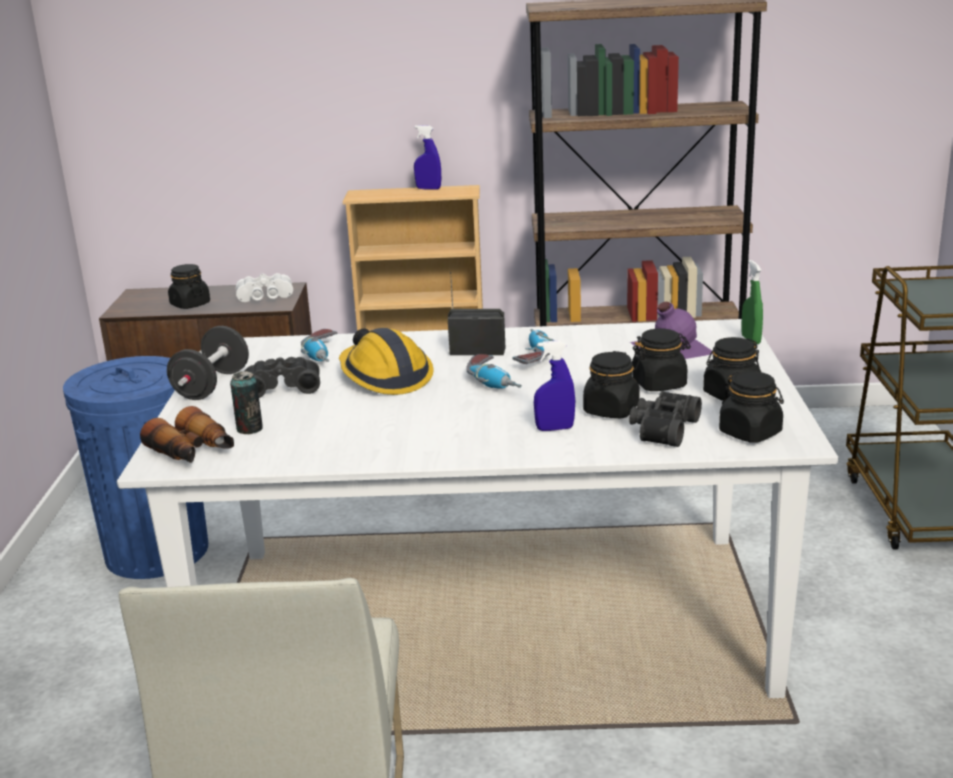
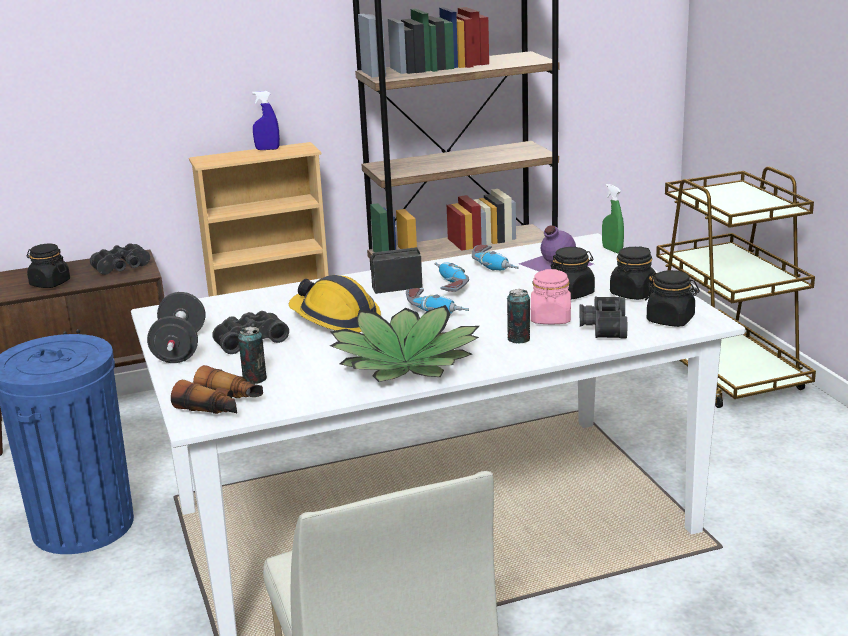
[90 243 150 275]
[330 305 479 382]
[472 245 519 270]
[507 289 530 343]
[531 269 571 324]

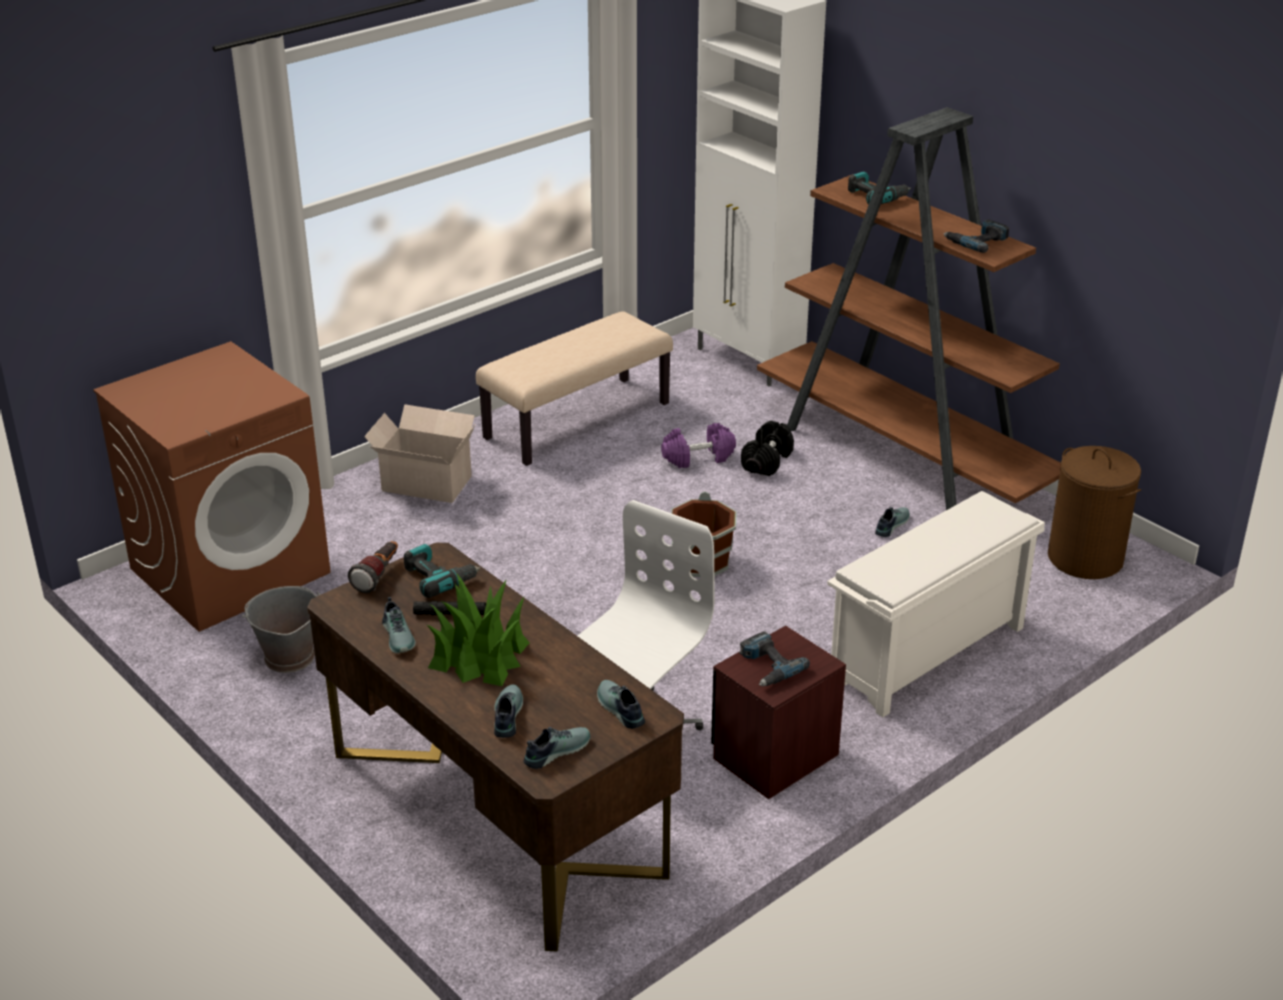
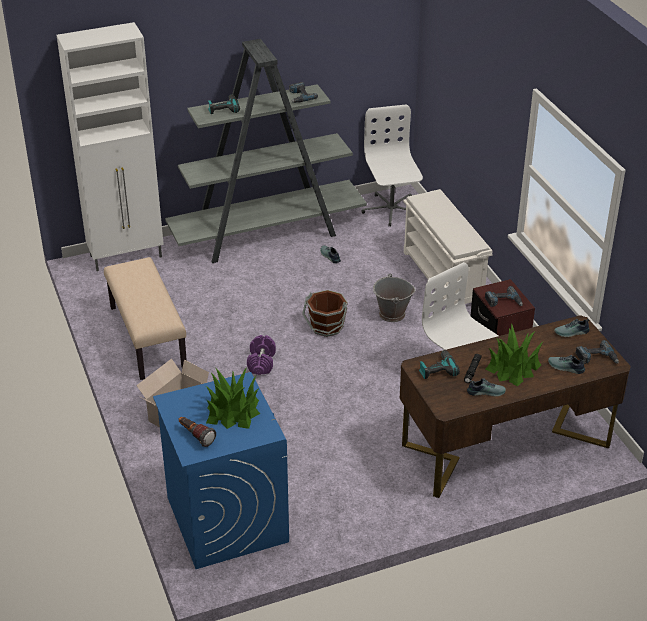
[153 372 289 569]
[165 39 367 263]
[178 417 216 447]
[206 367 260 429]
[247 335 276 375]
[362 104 423 227]
[373 273 416 322]
[576 340 619 364]
[741 420 794 476] (first image)

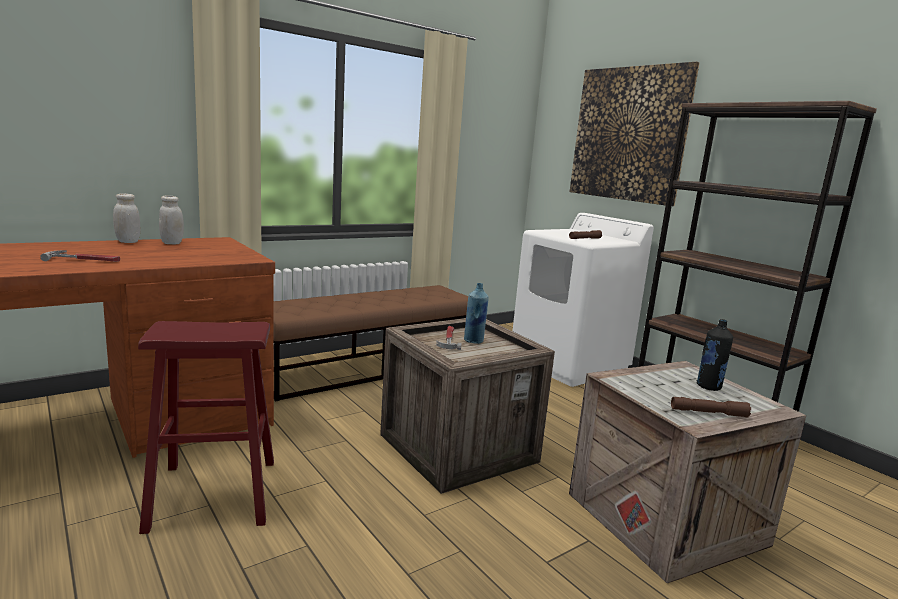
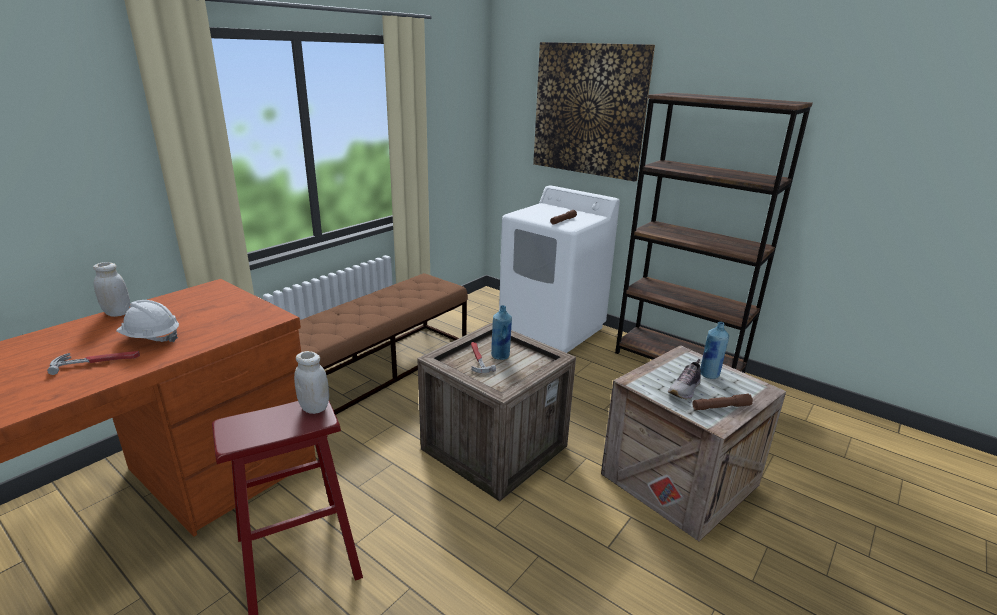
[116 300 179 342]
[294 351 329 414]
[668 359 701 400]
[700 322 729 379]

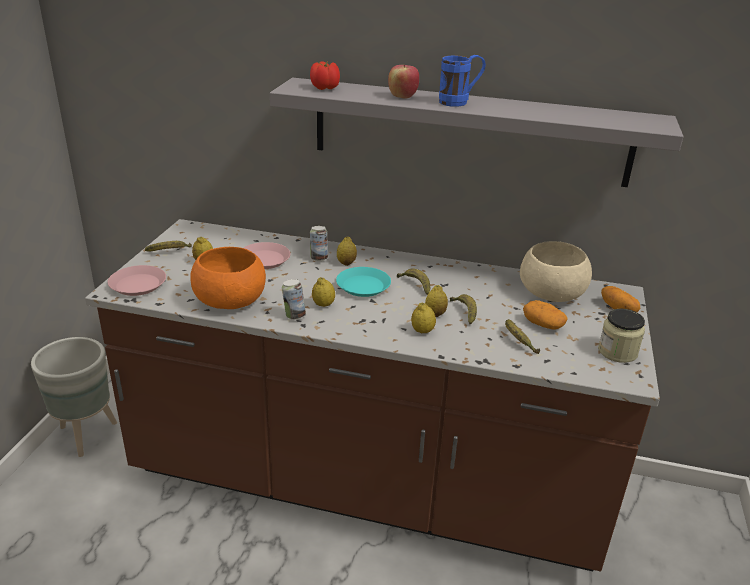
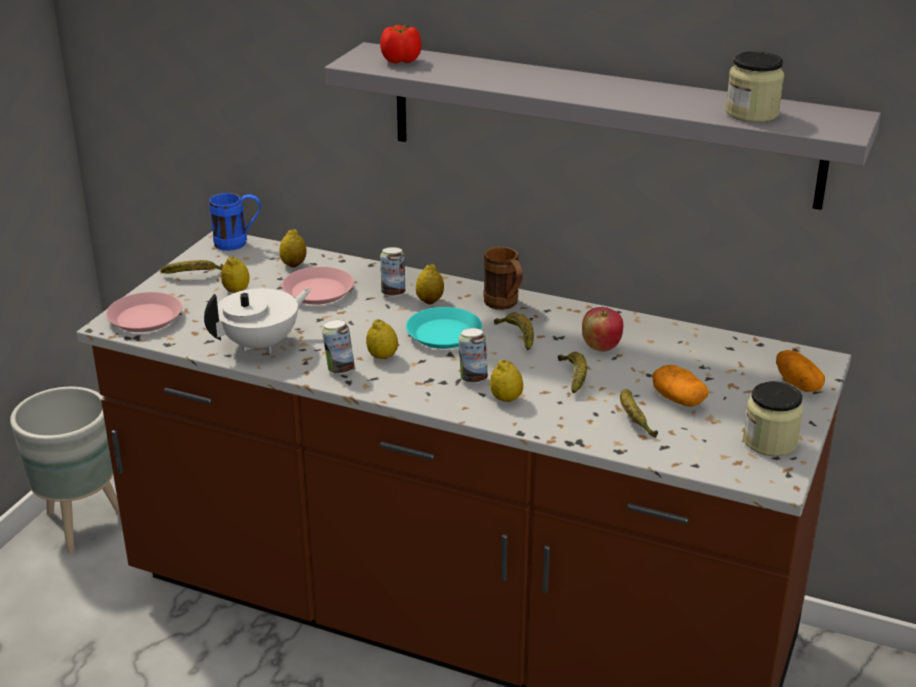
[204 288 311 354]
[209 193 261 251]
[279 229 306 268]
[459 328 488 384]
[484 246 523 310]
[582 307 623 352]
[725 51 785 122]
[520 241 592 302] (first image)

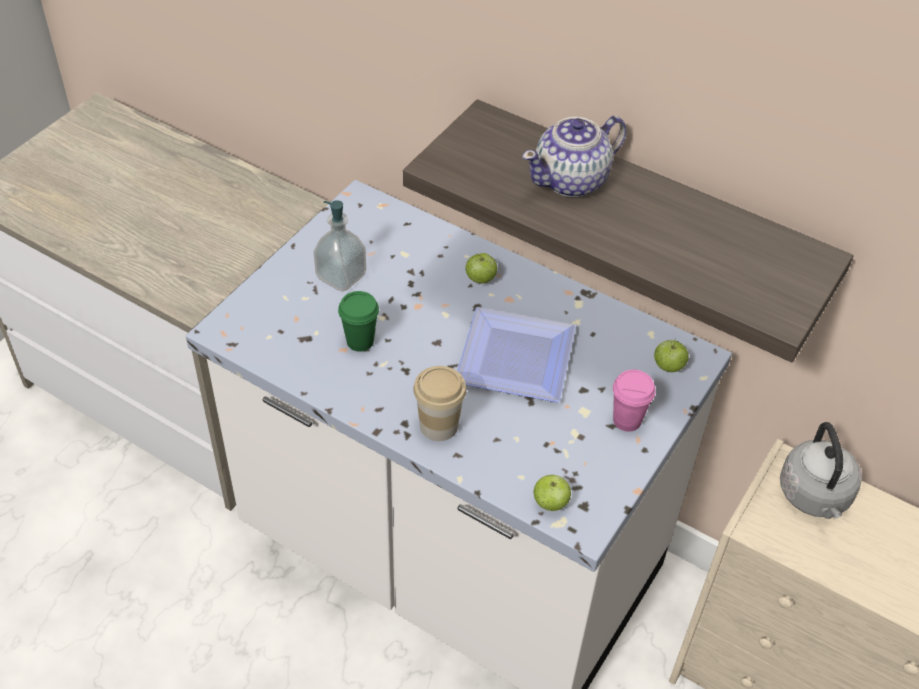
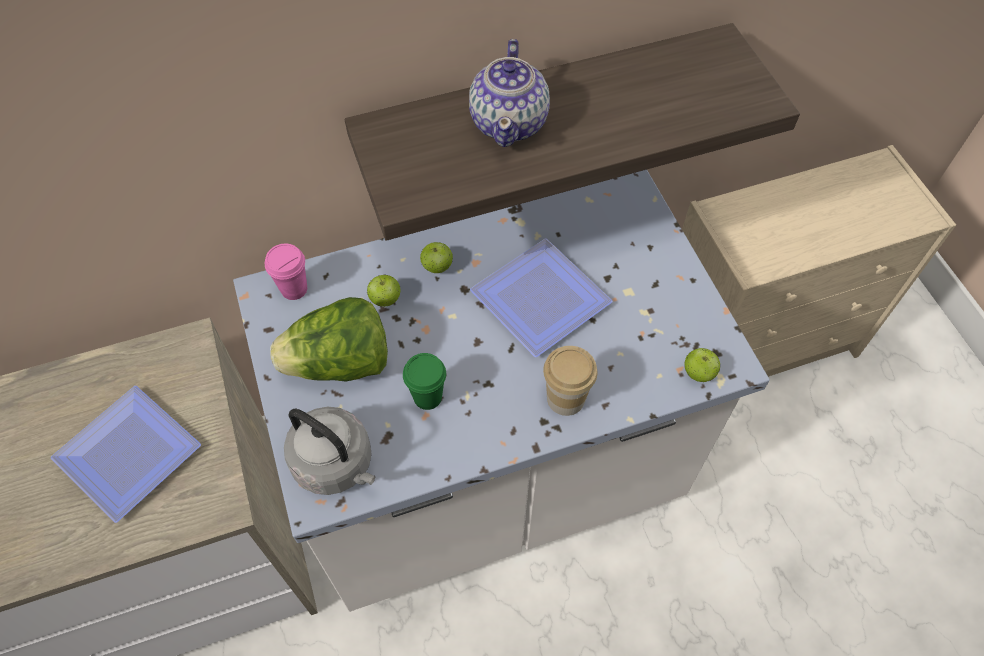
[51 386 201 523]
[265 243 307 300]
[270 297 388 382]
[284 407 375 495]
[367 275 400 307]

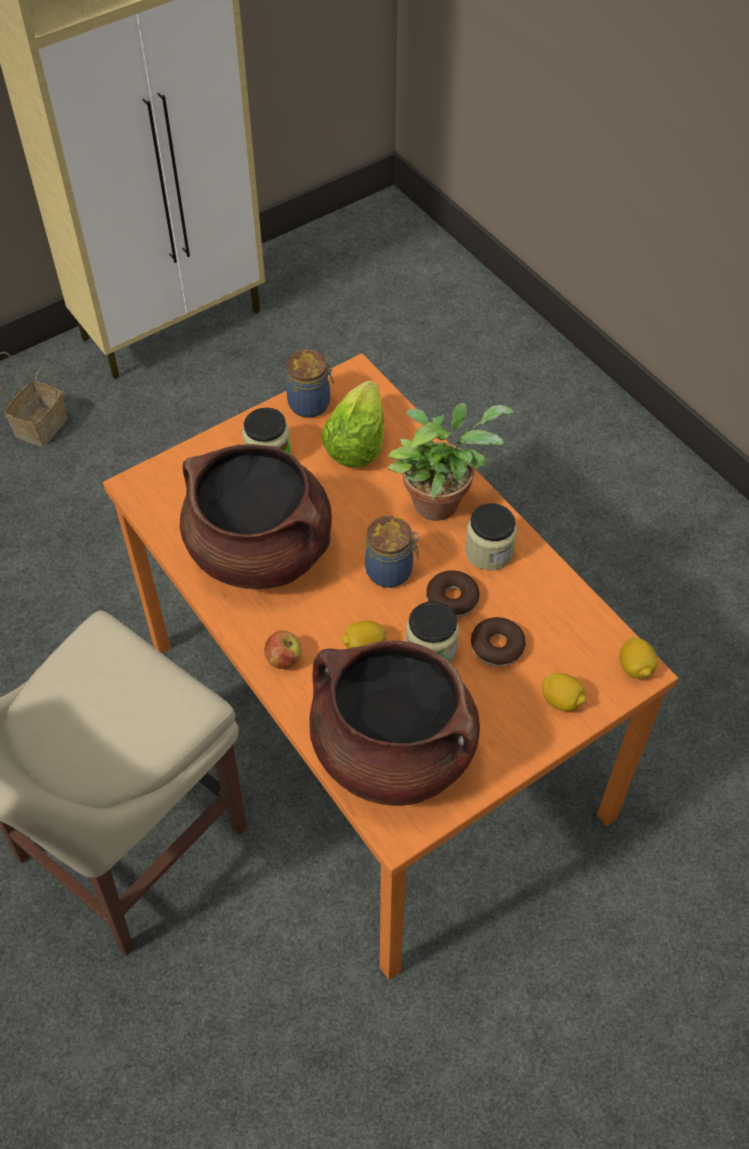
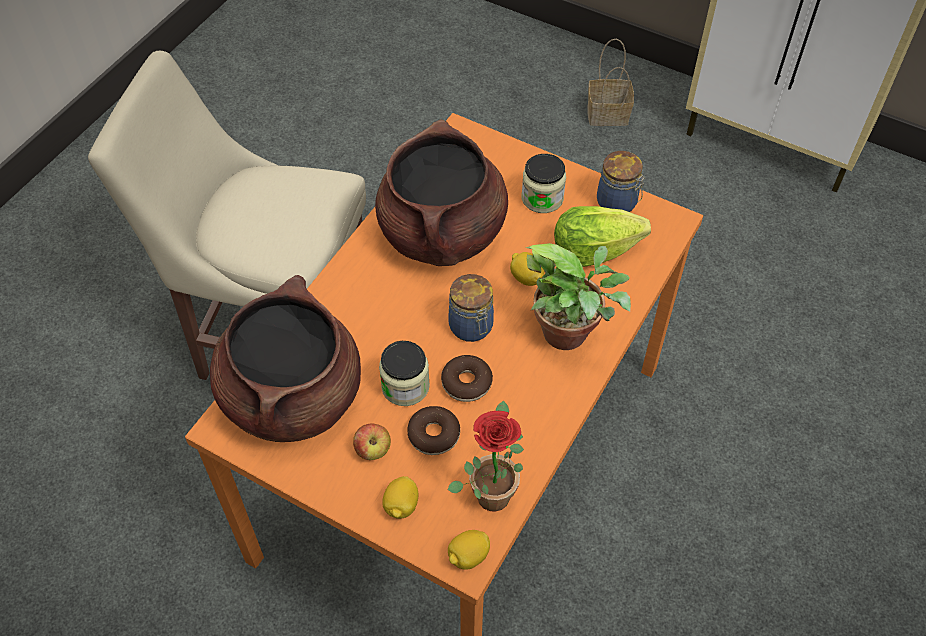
[353 423 391 460]
[447 400 524 512]
[510 252 545 286]
[465 503 517 570] (first image)

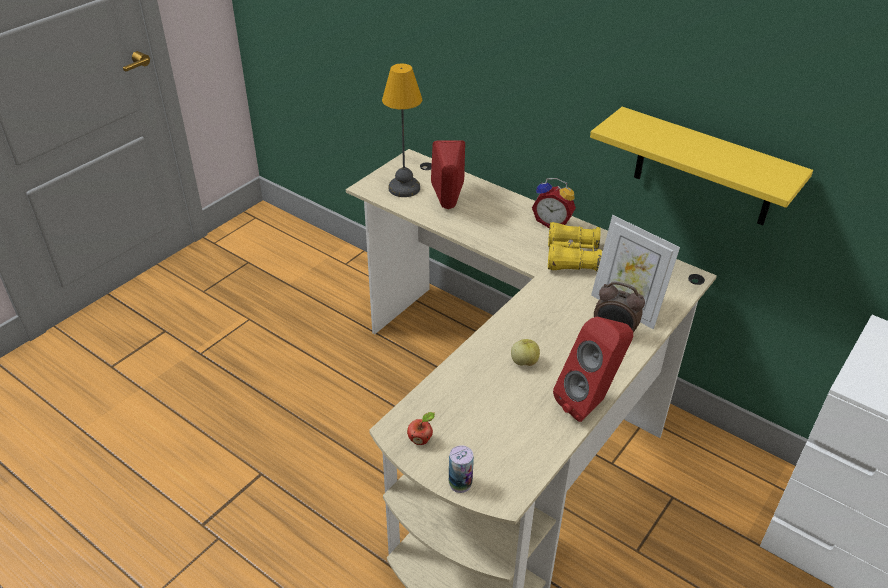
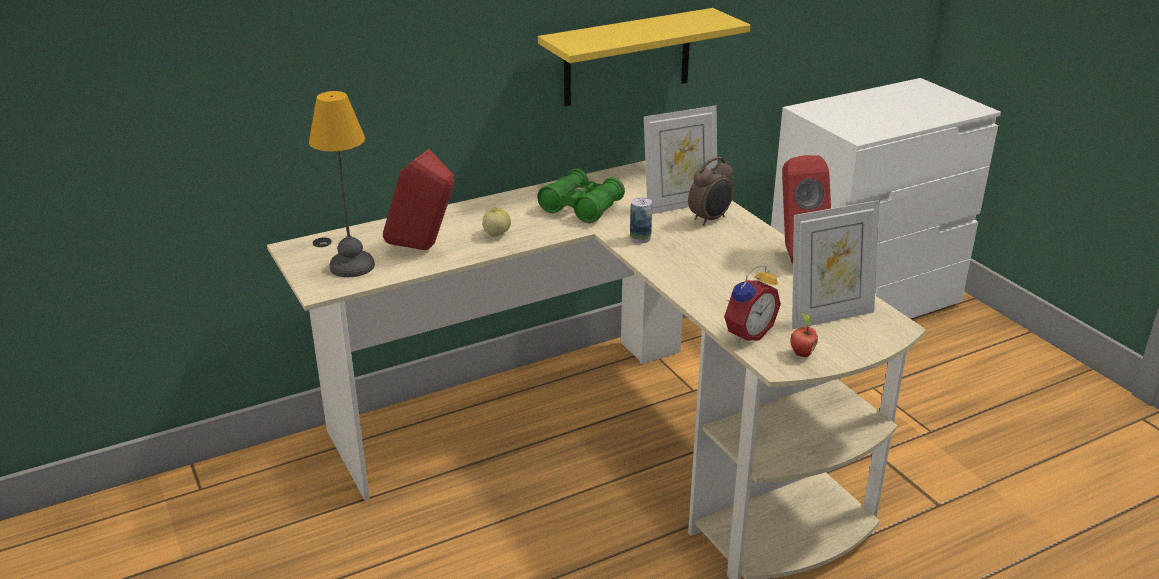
[482 208 511 237]
[537 168 625 223]
[630 197 652 244]
[724 265 781 343]
[792 200 879 329]

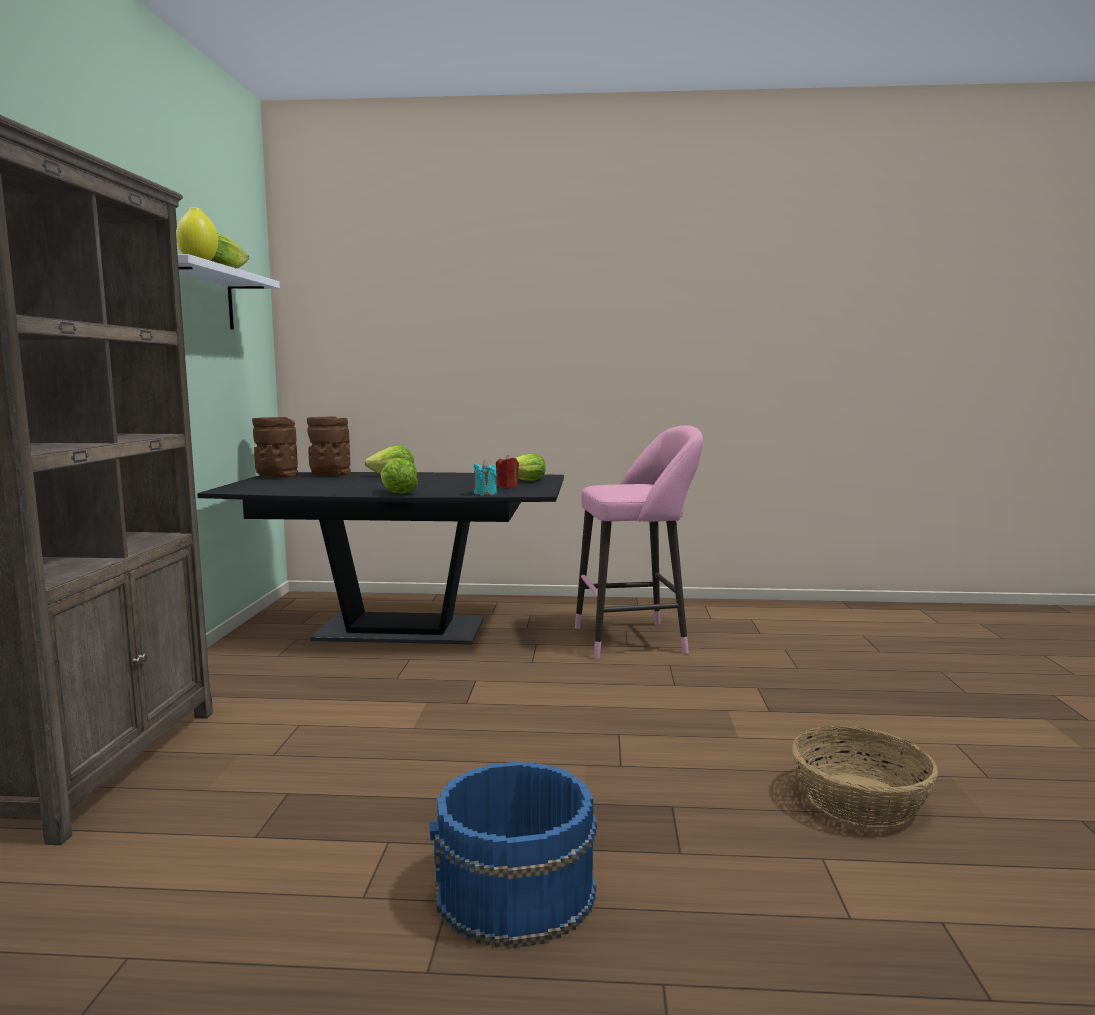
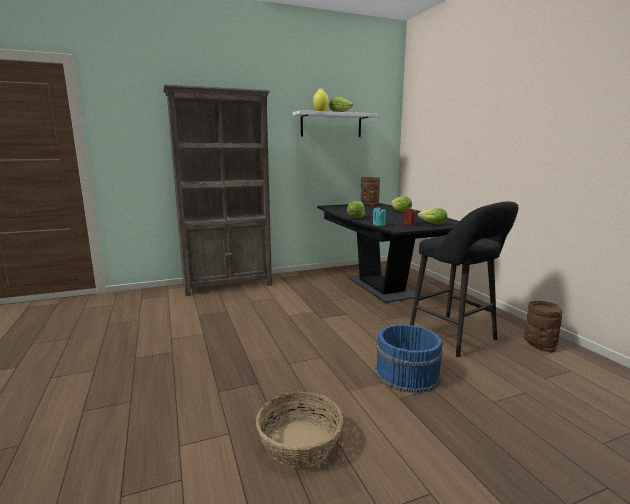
[375 324 443 393]
[410 201 518 357]
[524 301 562 353]

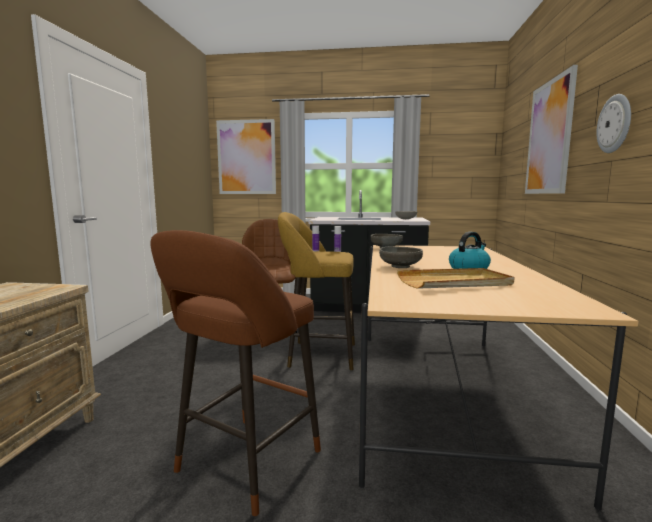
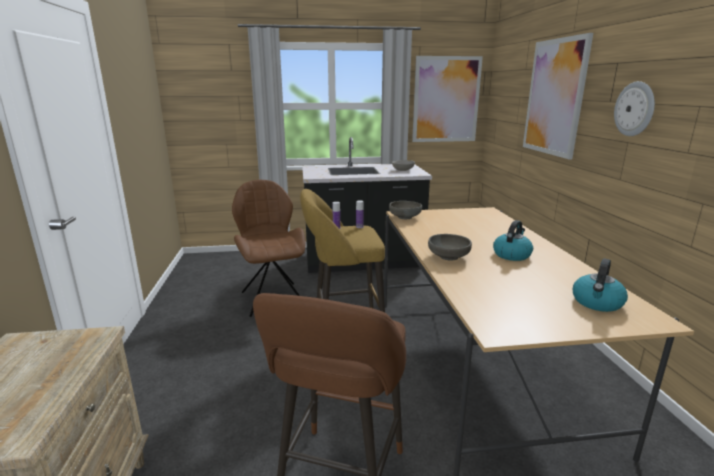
[412 56 483 142]
[573 259 628 312]
[397 268 515 289] (first image)

